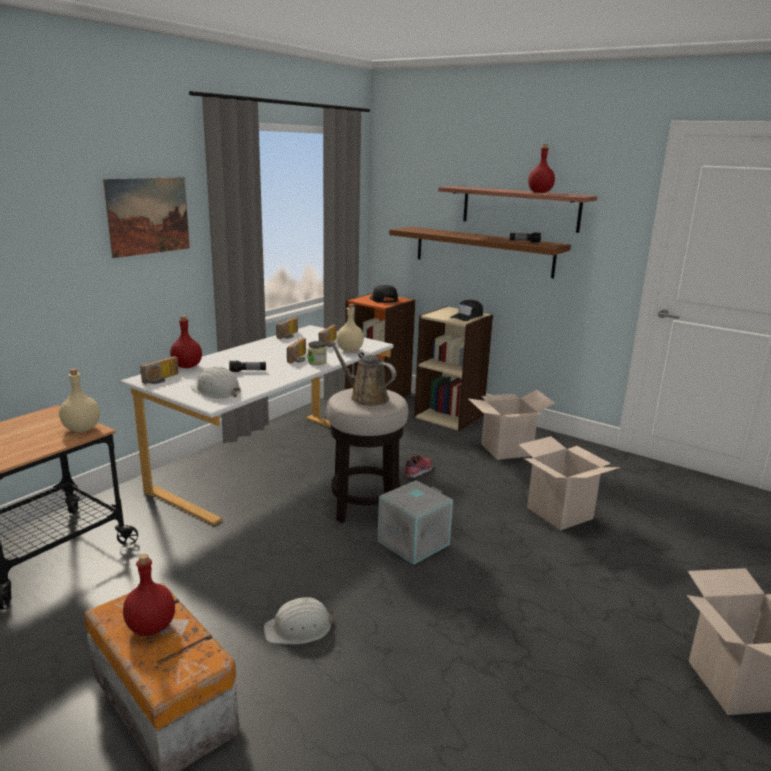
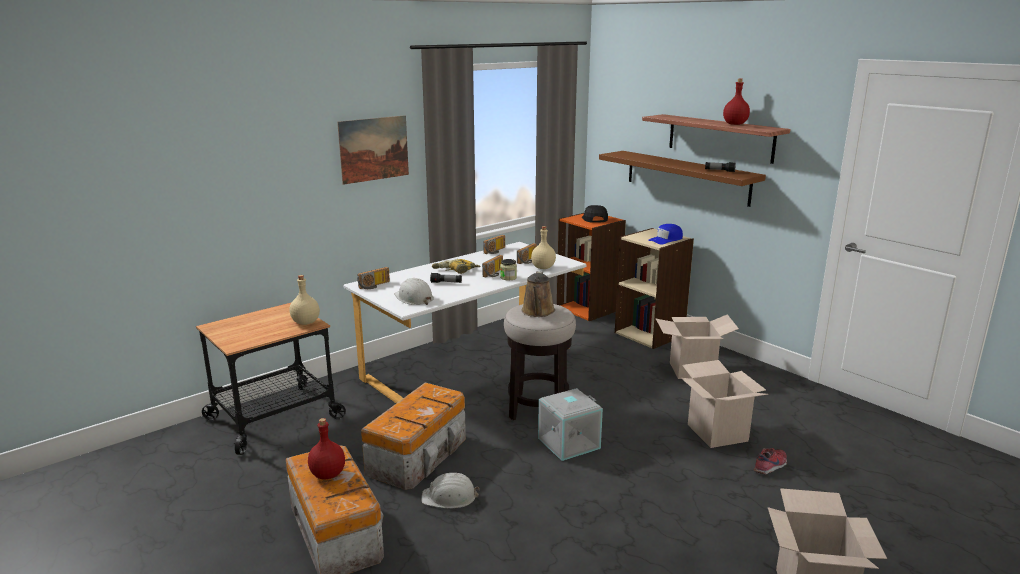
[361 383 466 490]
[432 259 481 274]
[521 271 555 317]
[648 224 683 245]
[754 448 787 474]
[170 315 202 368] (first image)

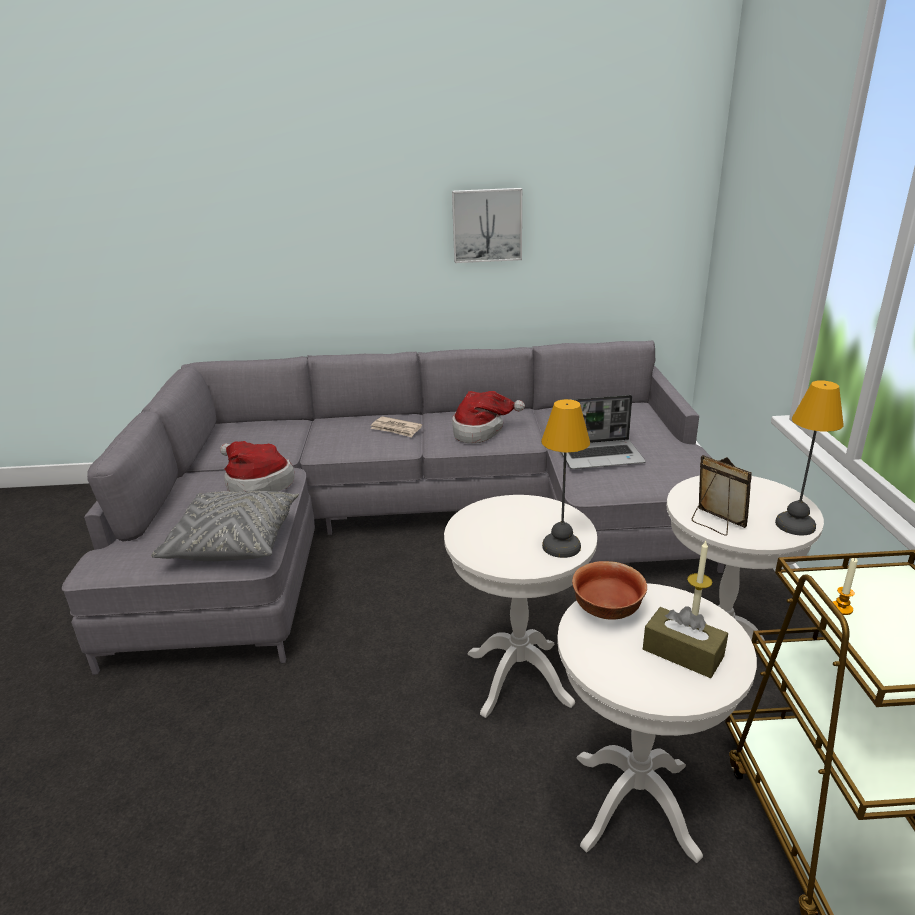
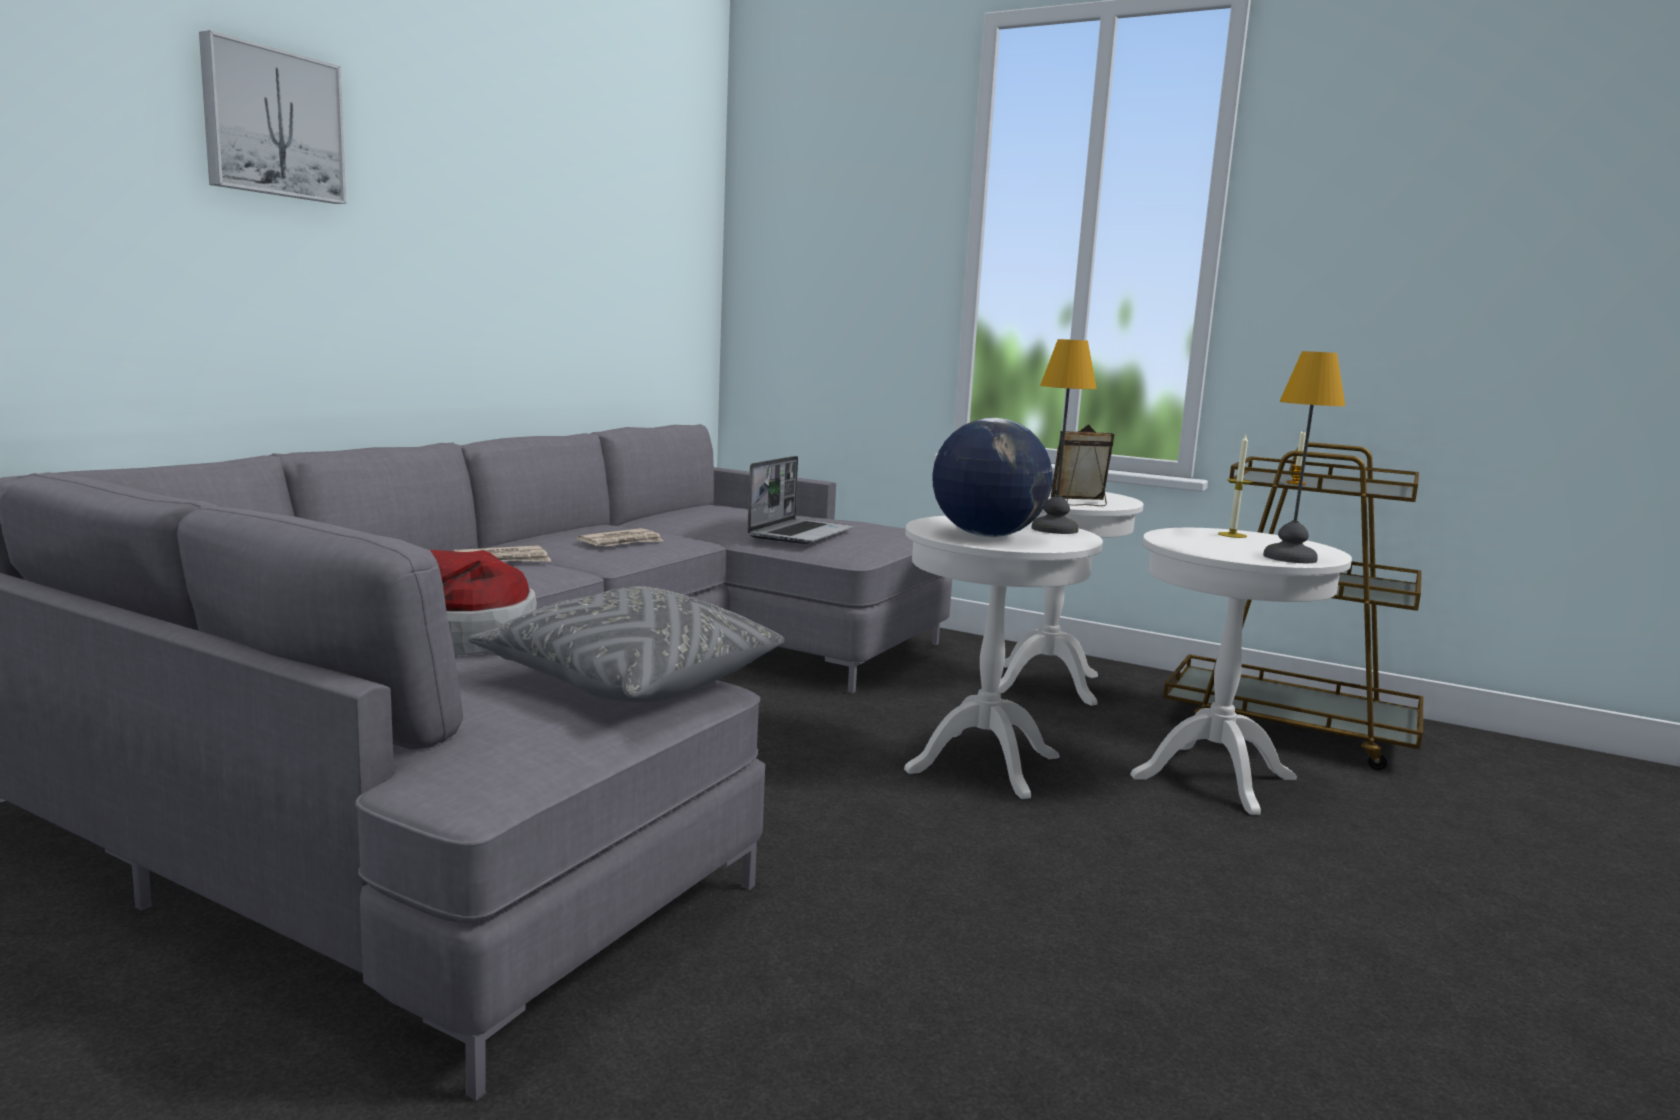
[199 30 346 204]
[577 528 663 547]
[932 418 1053 537]
[1263 351 1345 563]
[572 561 647 620] (first image)
[643 606 728 678] (first image)

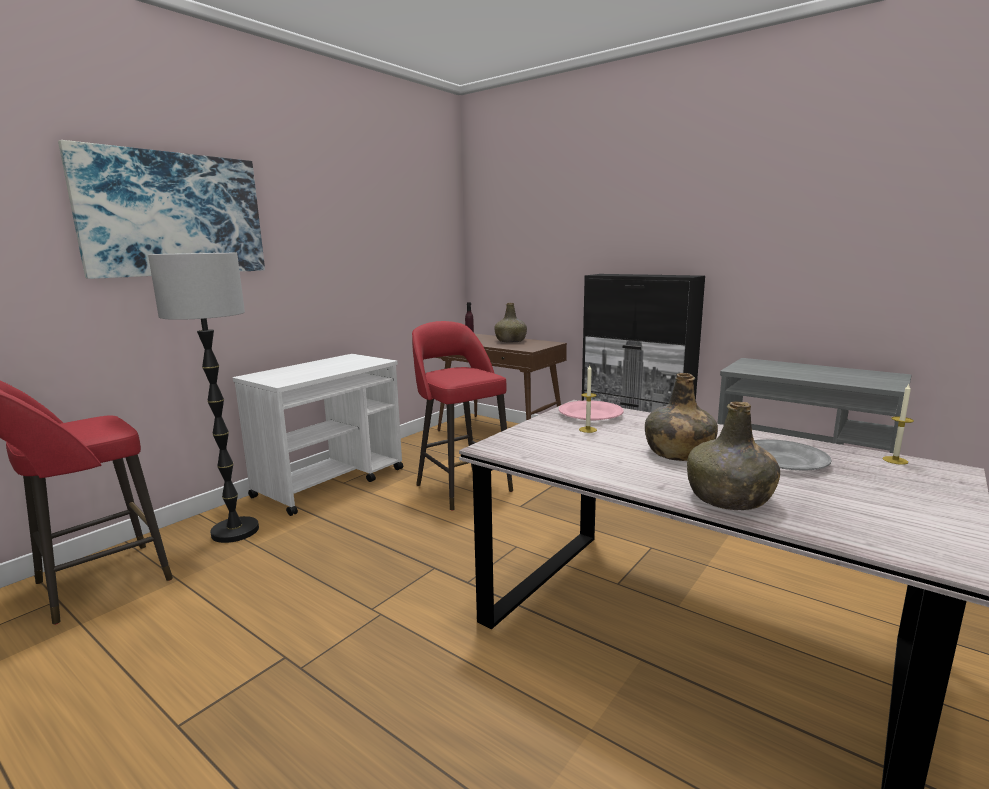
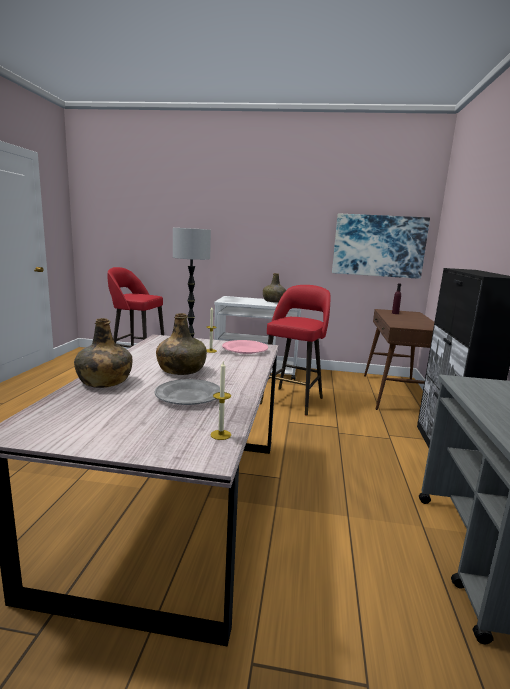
[263 273 286 303]
[332 213 430 279]

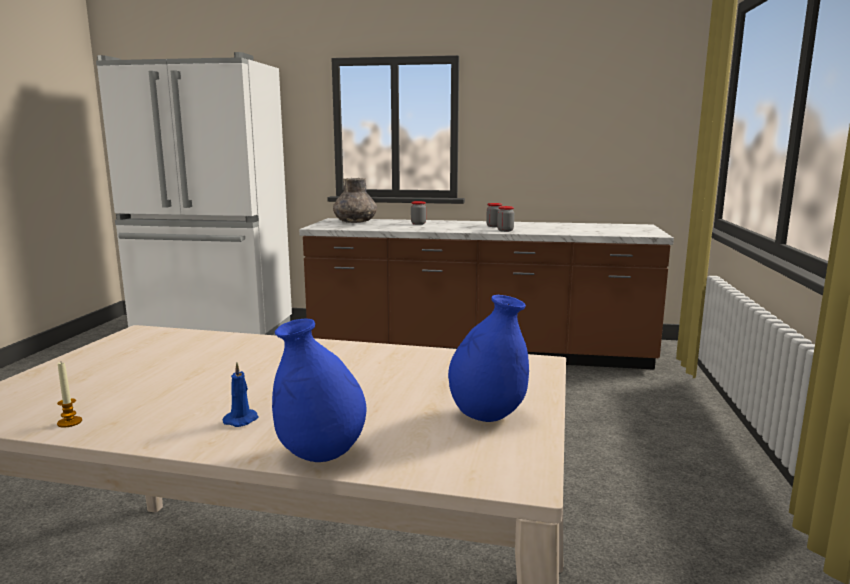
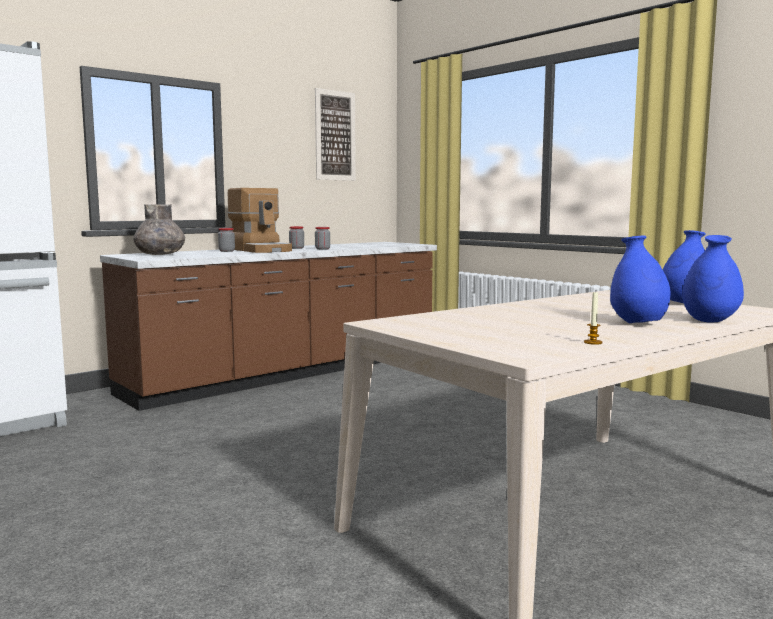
[228 188 292 253]
[315 88 356 181]
[610 236 671 323]

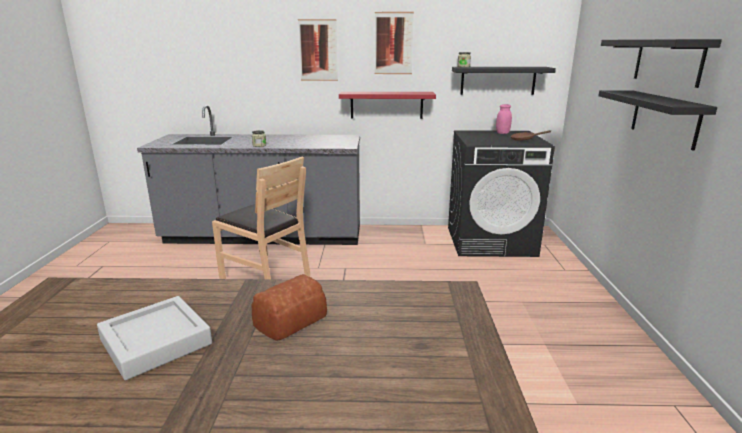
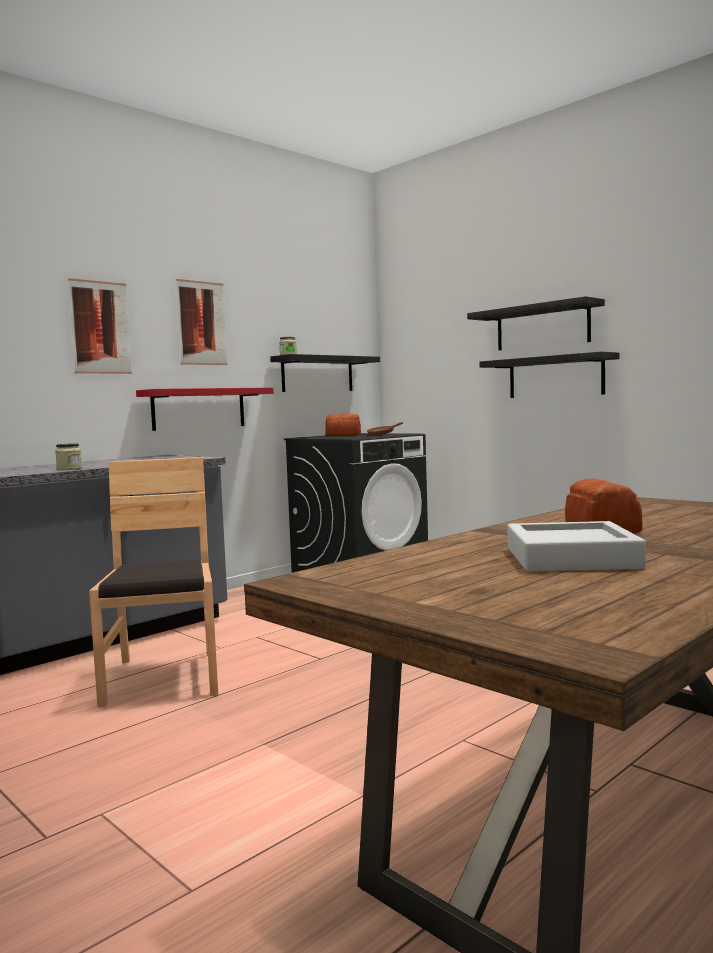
[89 457 218 708]
[325 414 361 436]

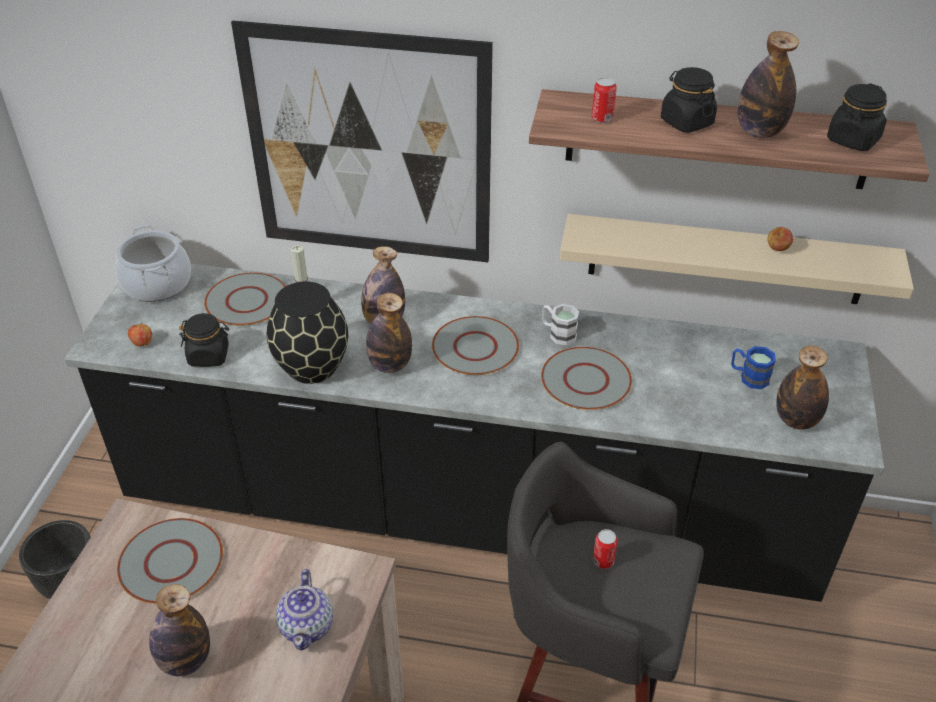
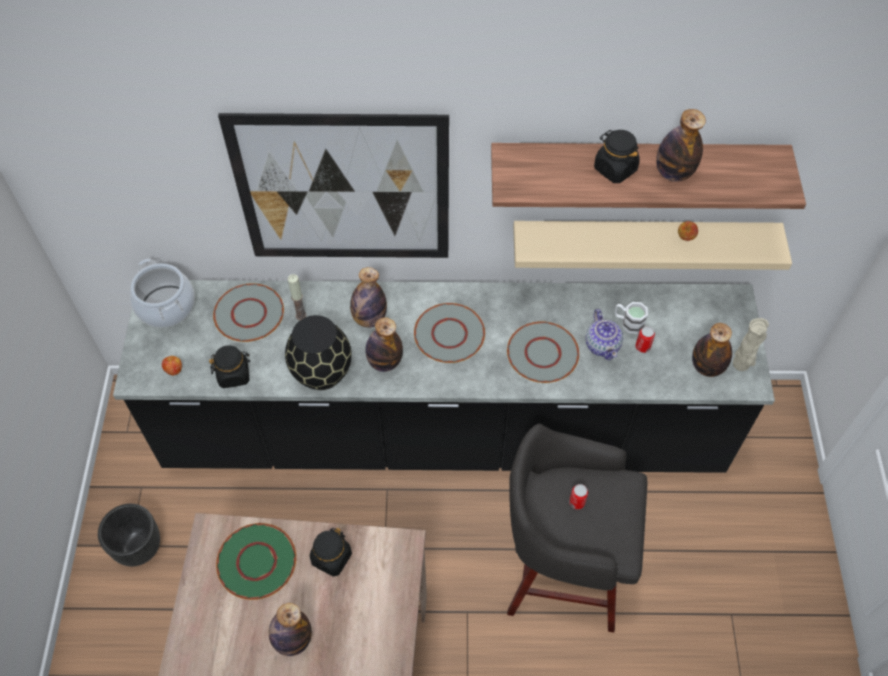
[216 523 296 600]
[310 528 352 577]
[586 309 623 360]
[615 302 648 334]
[636 326 655 353]
[733 318 769 371]
[731 346 776 389] (first image)

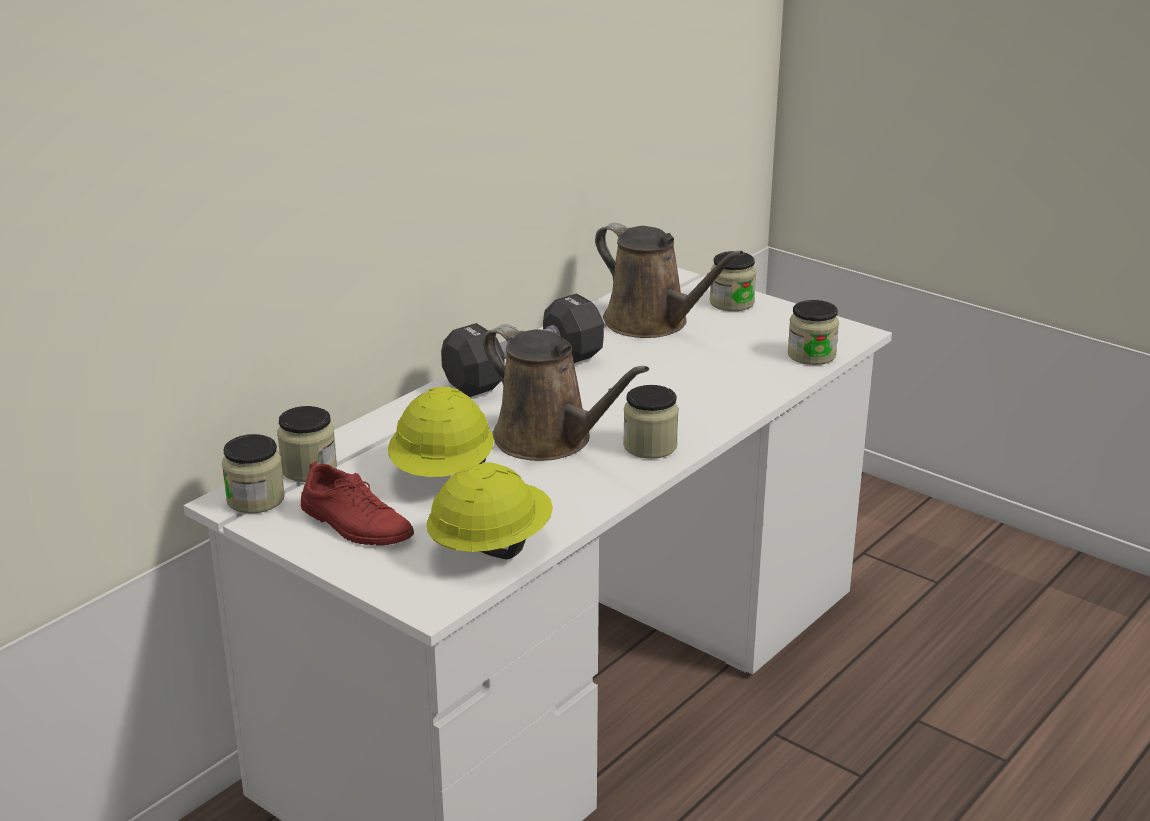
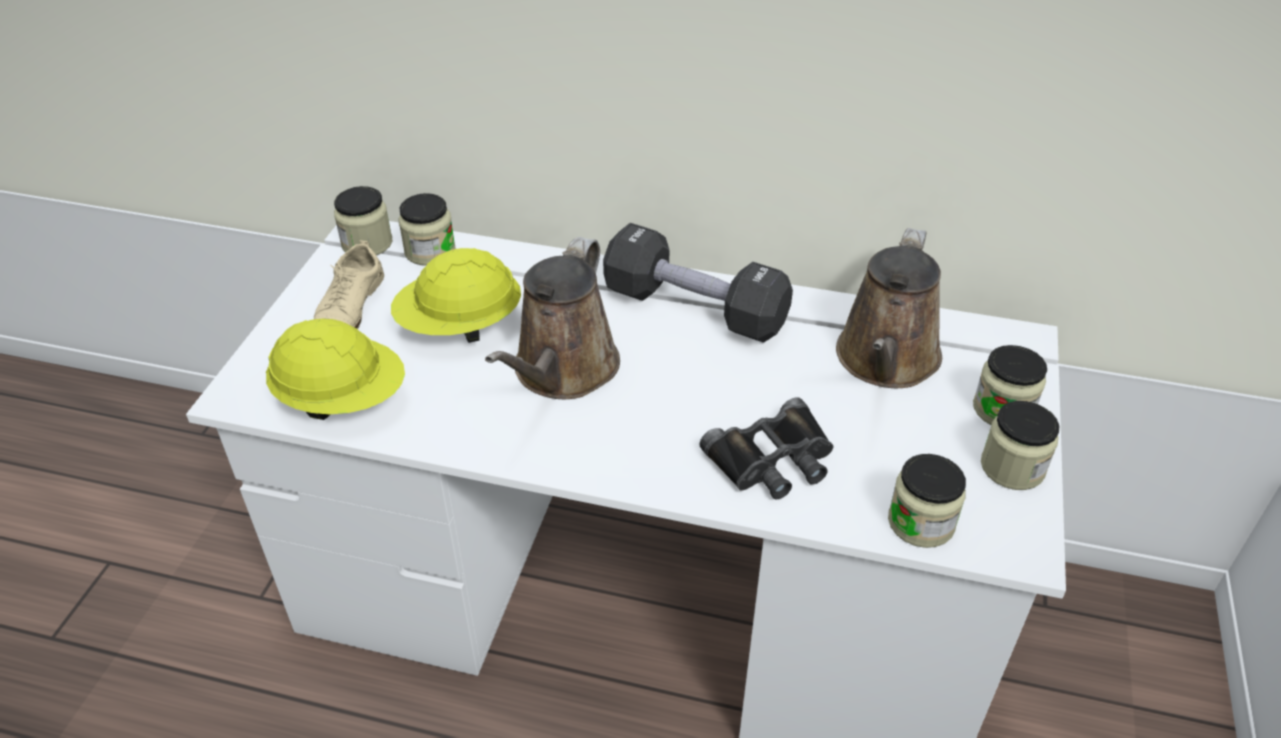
[314 240 384 329]
[700 398 833 499]
[981 401 1059 490]

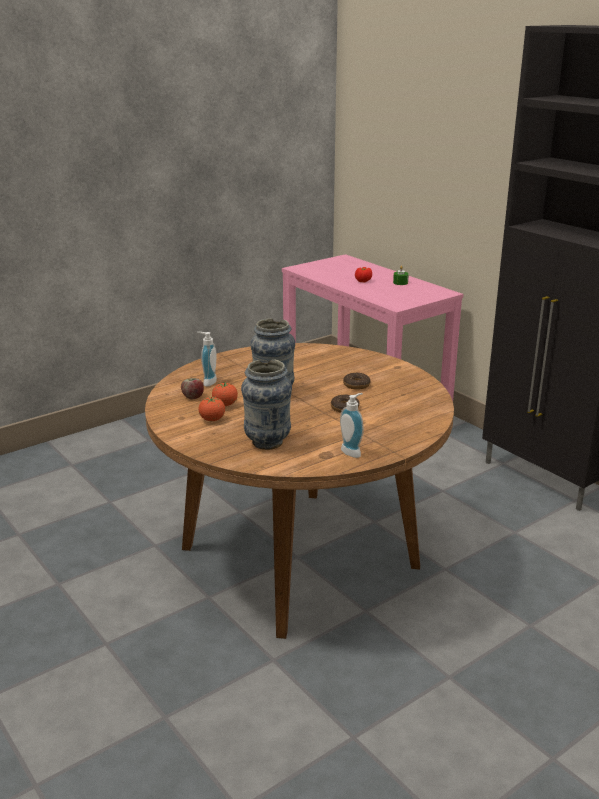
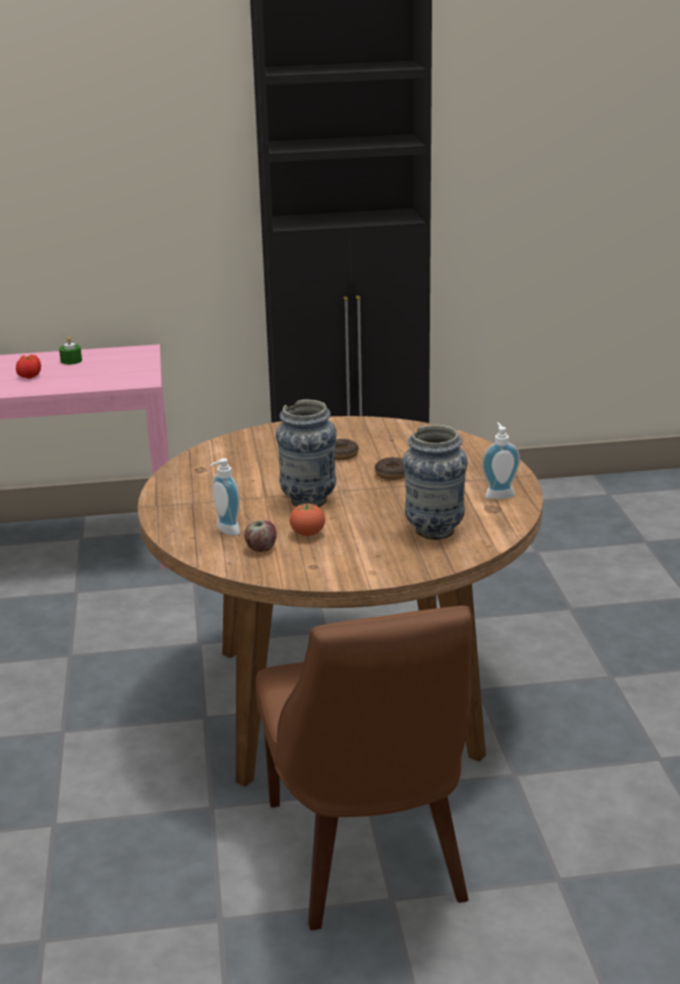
[256 606 472 930]
[199 396 225 421] (first image)

